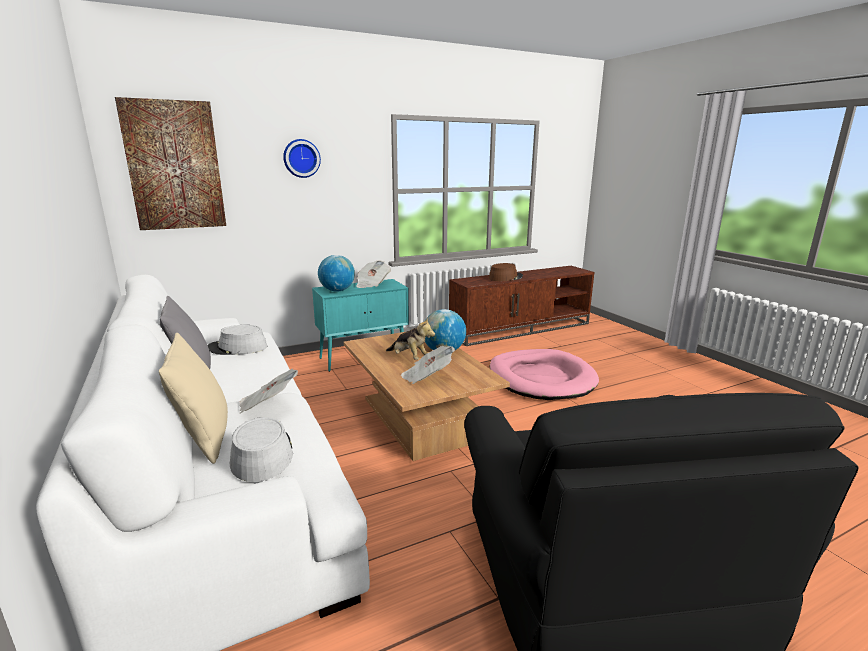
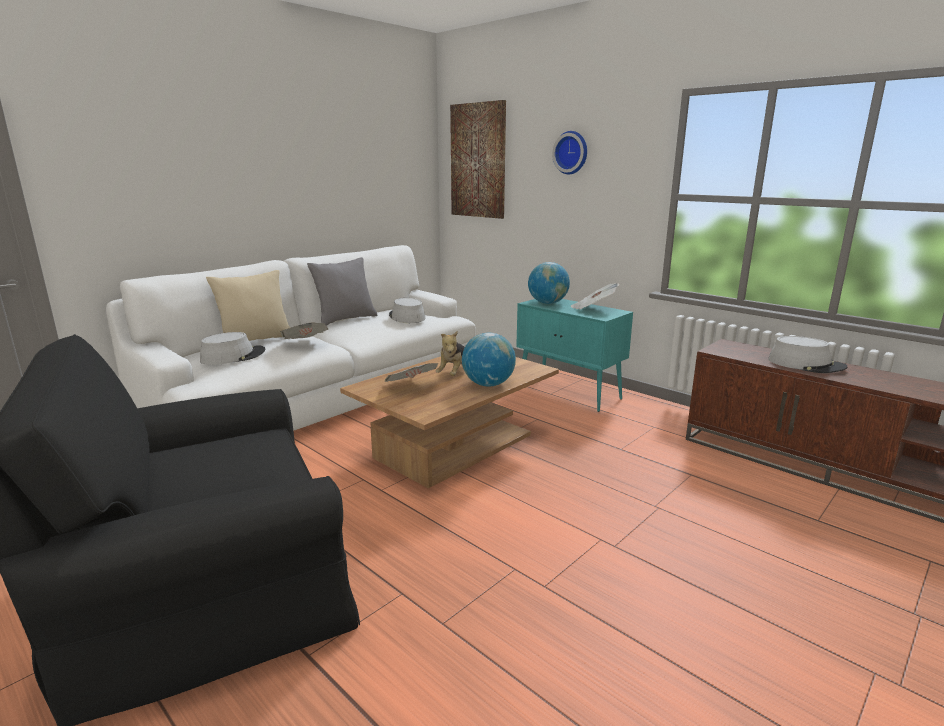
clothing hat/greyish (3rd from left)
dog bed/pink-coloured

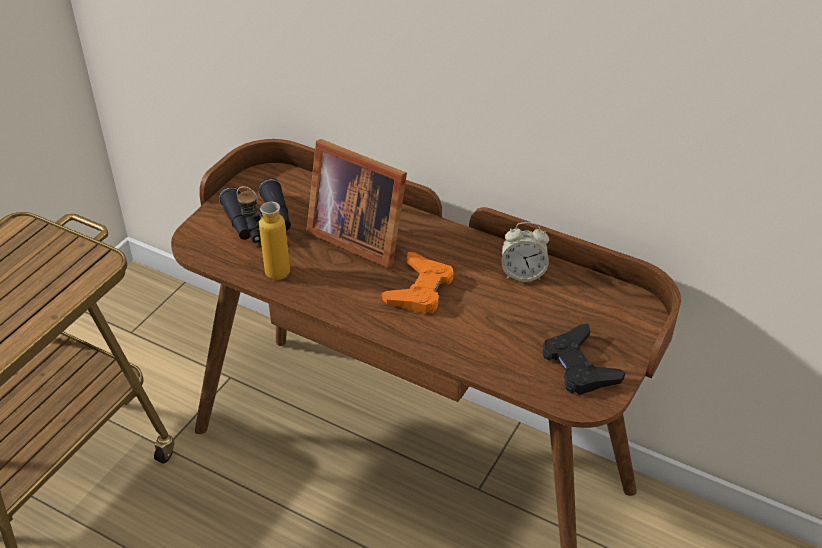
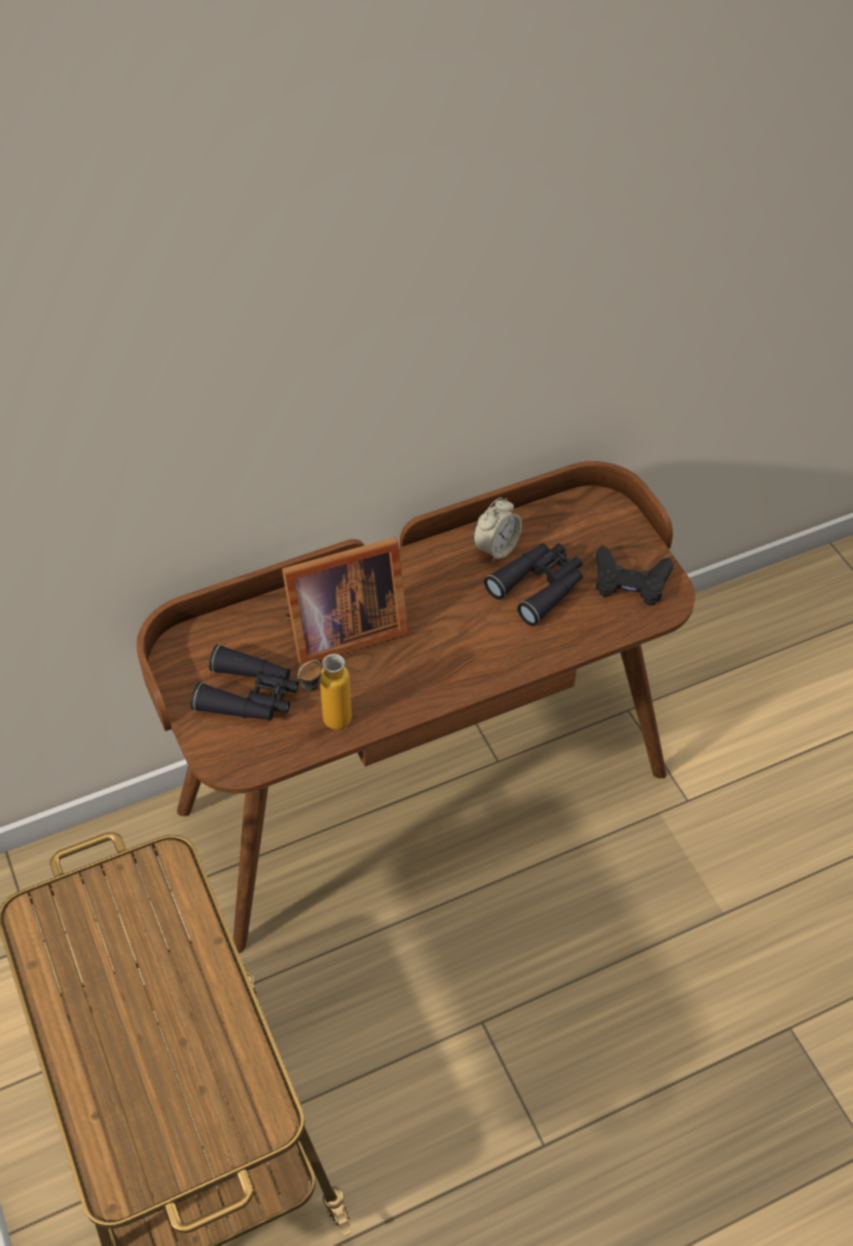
game controller/orangey
field glasses/black-coloured (2nd from left)

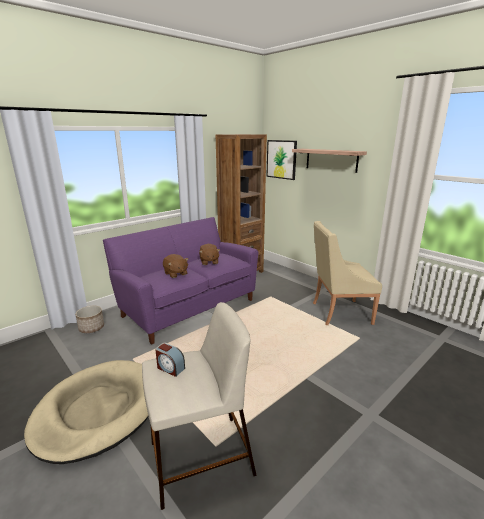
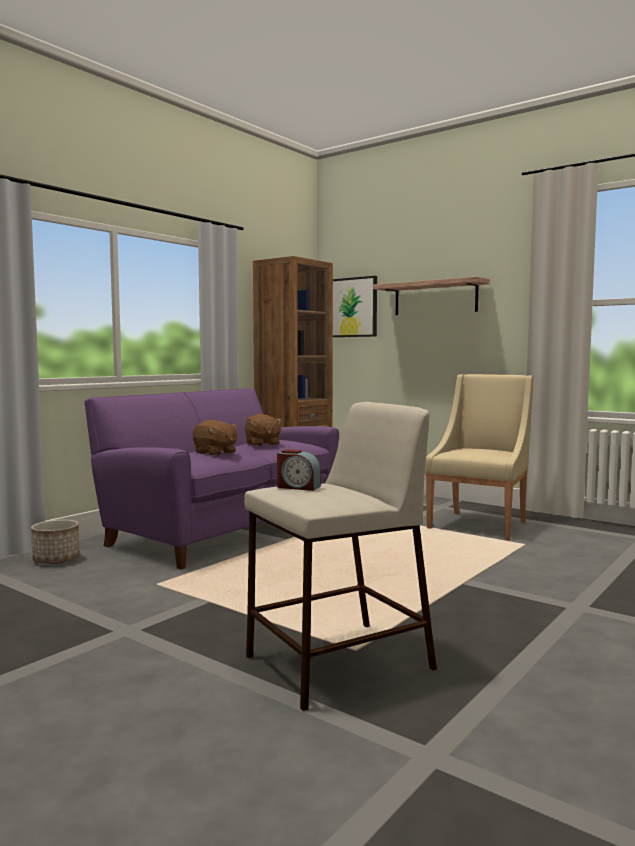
easy chair/beige-coloured
dog bed/beige-coloured

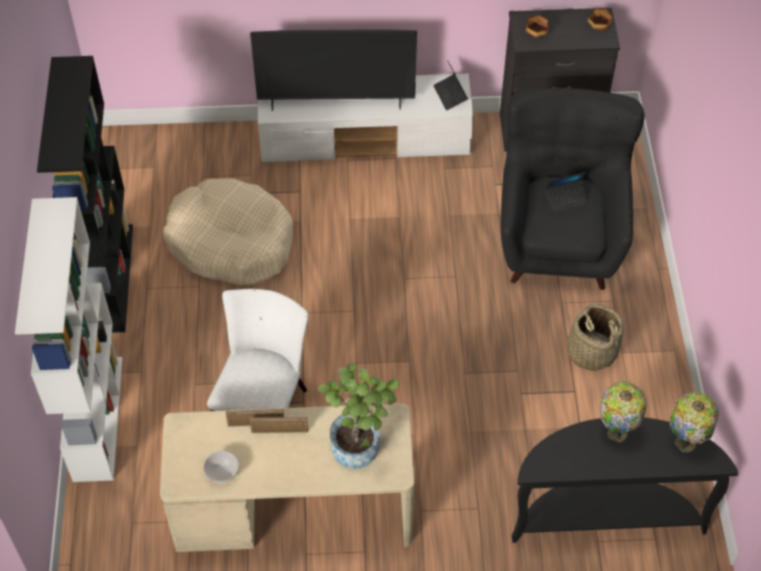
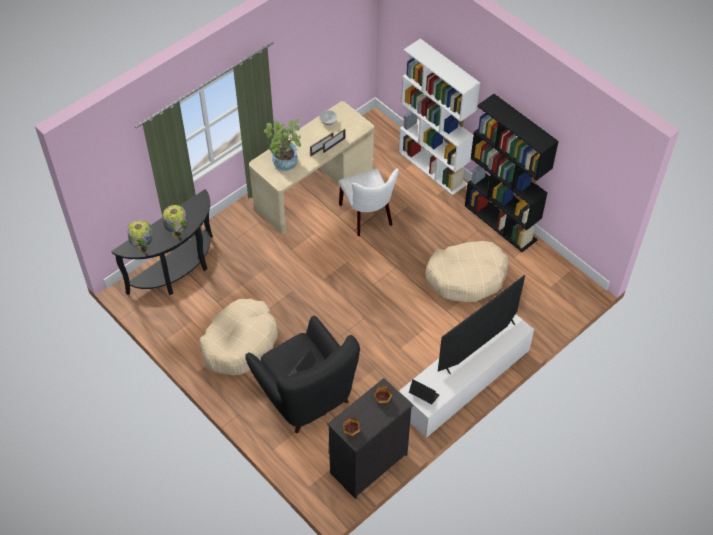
dog bed/beige-coloured (1st from left)

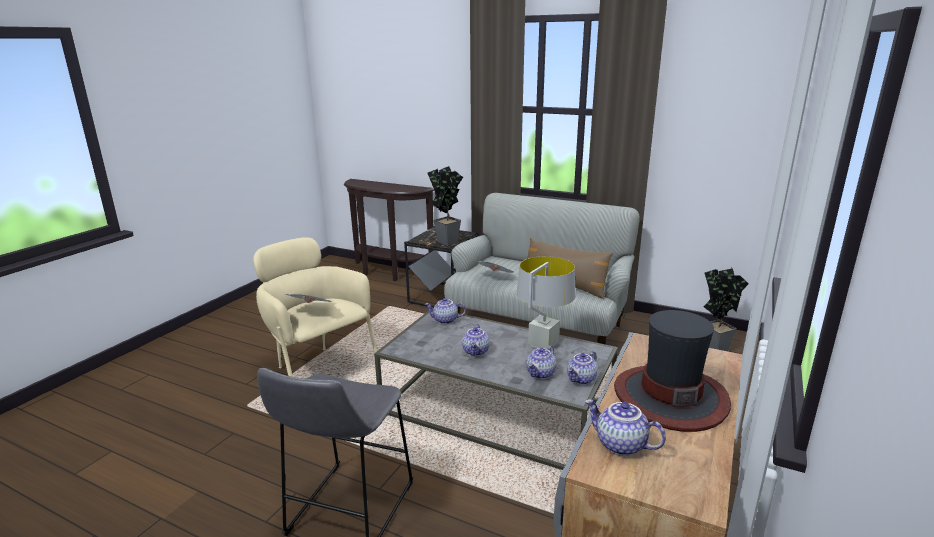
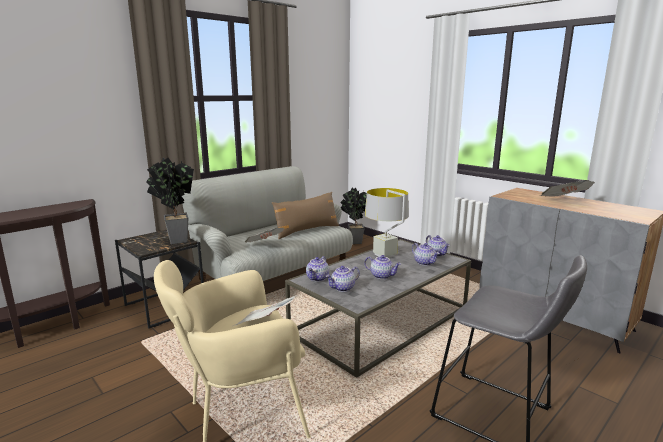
daily paper (3rd from left)
tea pot (2nd from left)

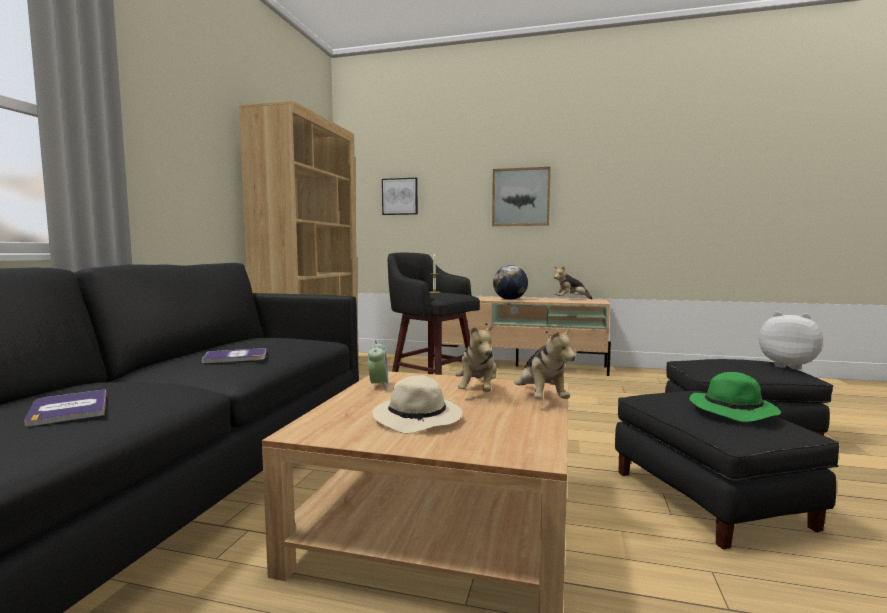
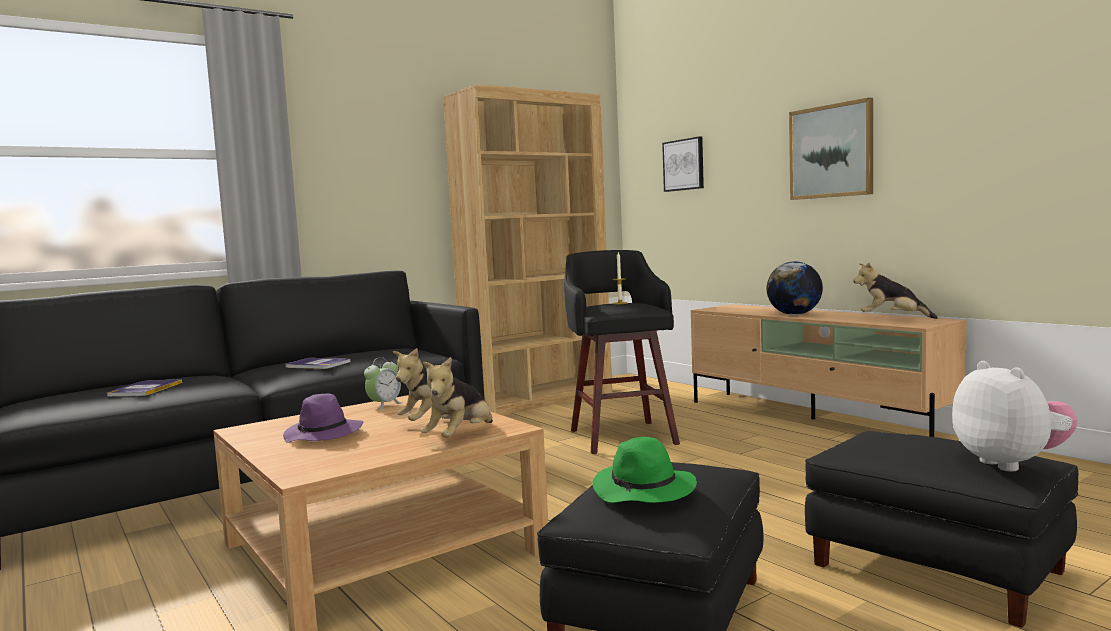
clothing hat/purple

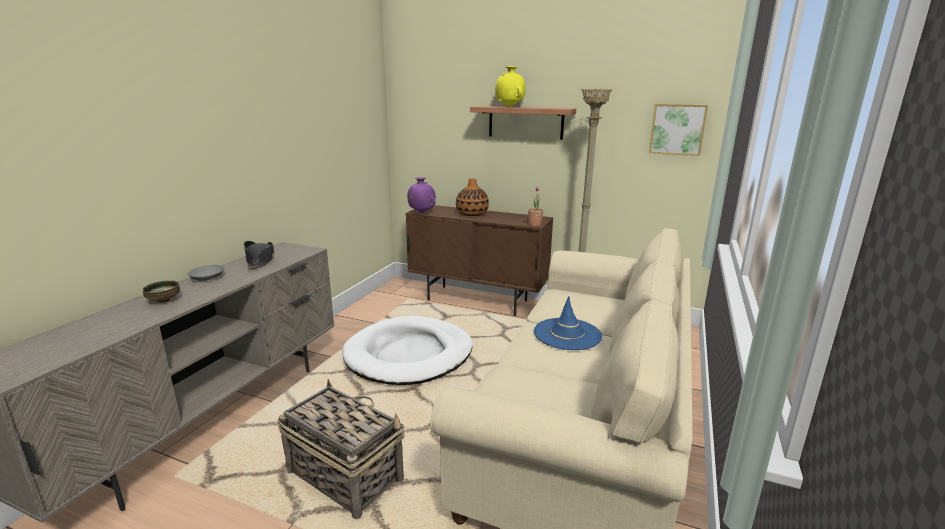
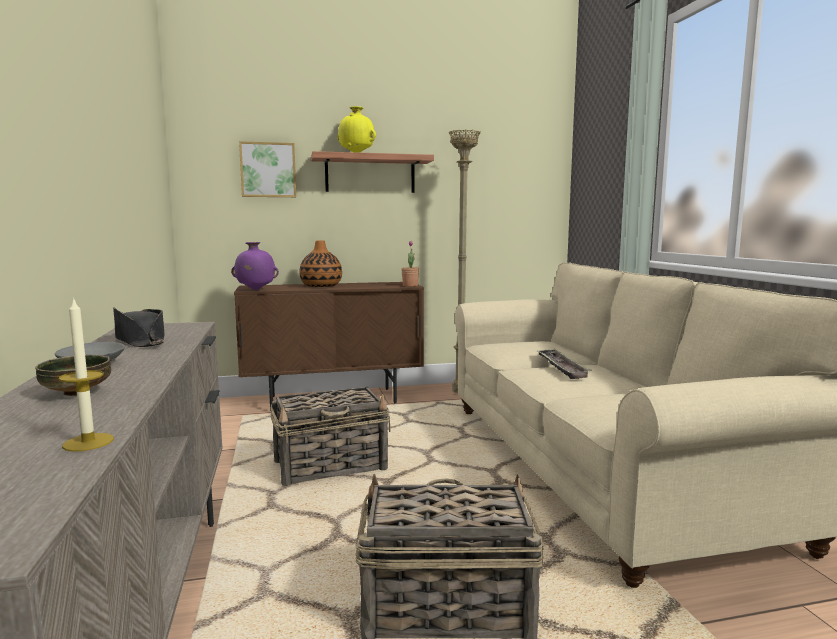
wall art
tray
storage basket (1st from left)
candle

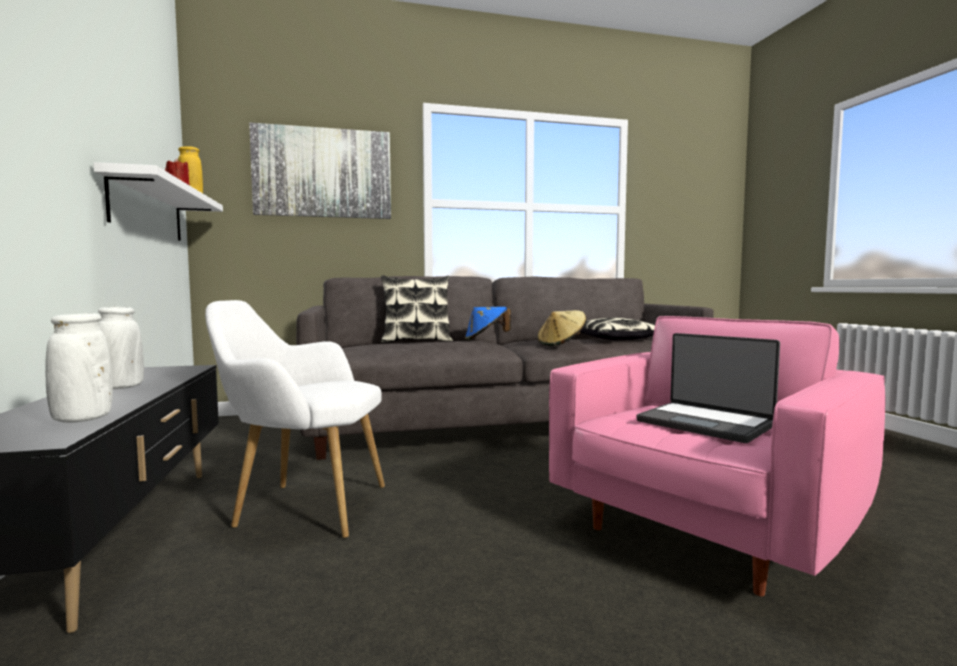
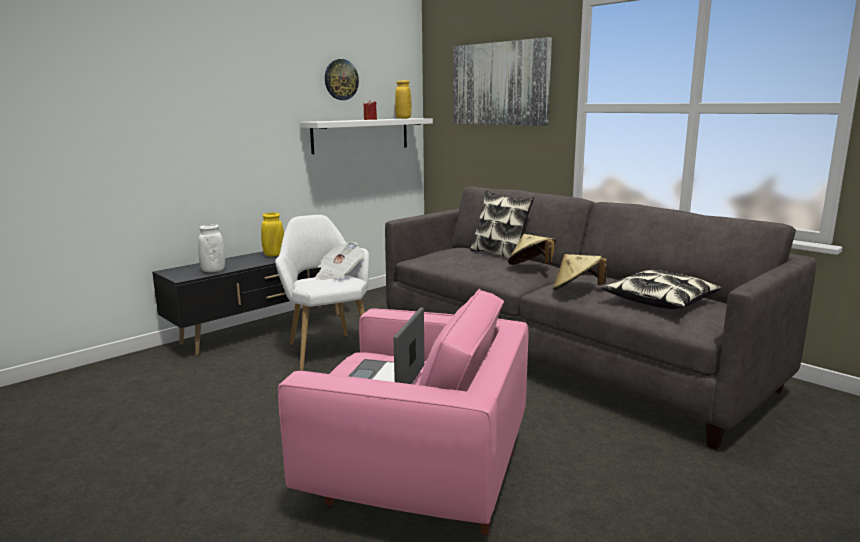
vase/yellow-coloured (1st from left)
clothing hat/beige-coloured (1st from left)
hanging clock
daily paper

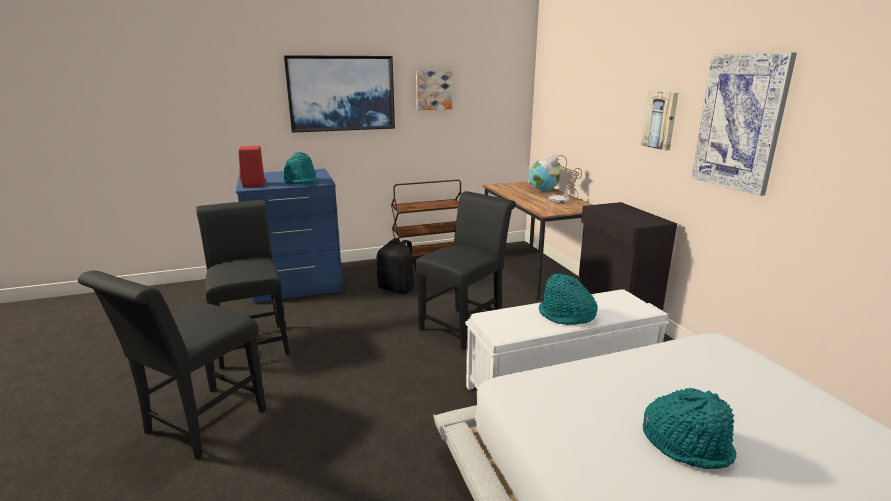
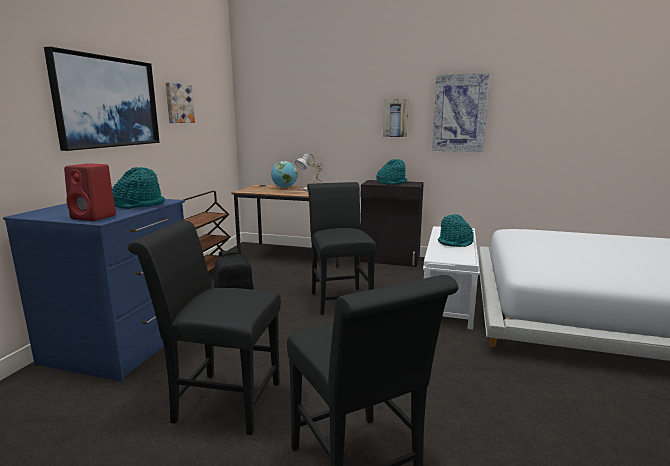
clothing hat/turquoise (2nd from left)

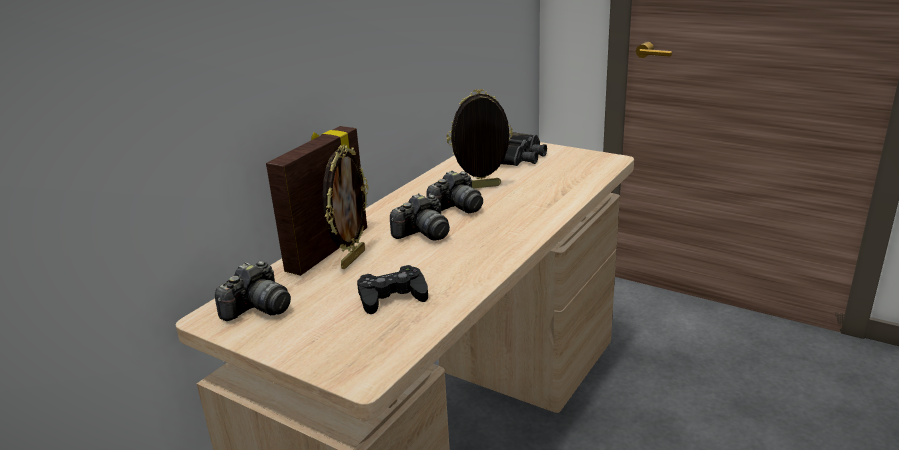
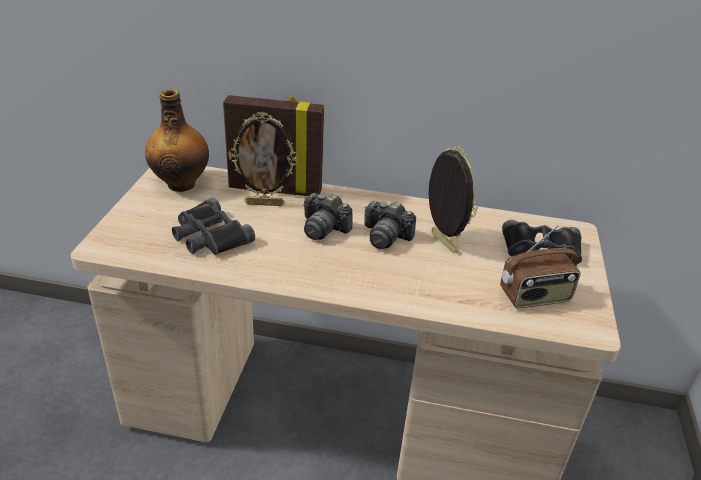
bottle
field glasses/black-coloured (1st from left)
radio receiver

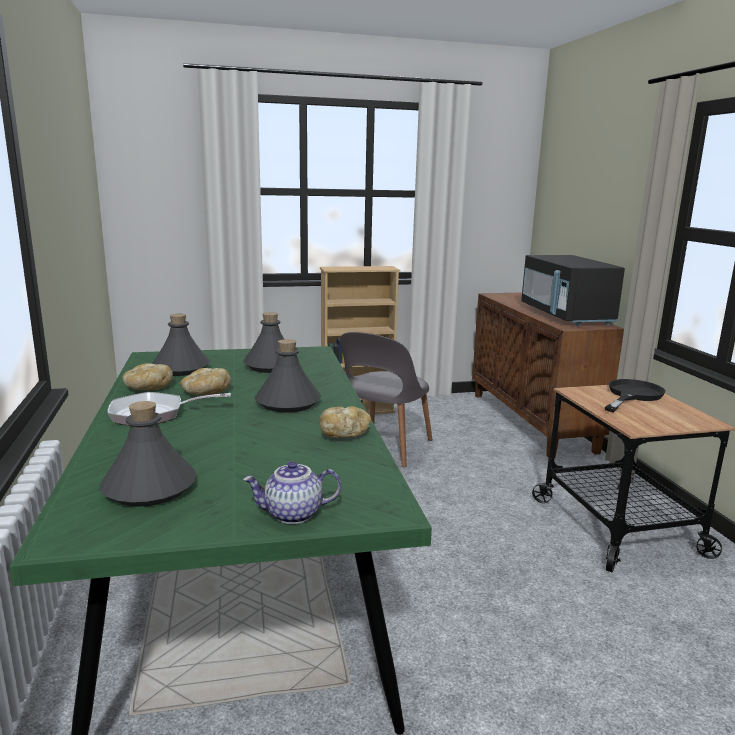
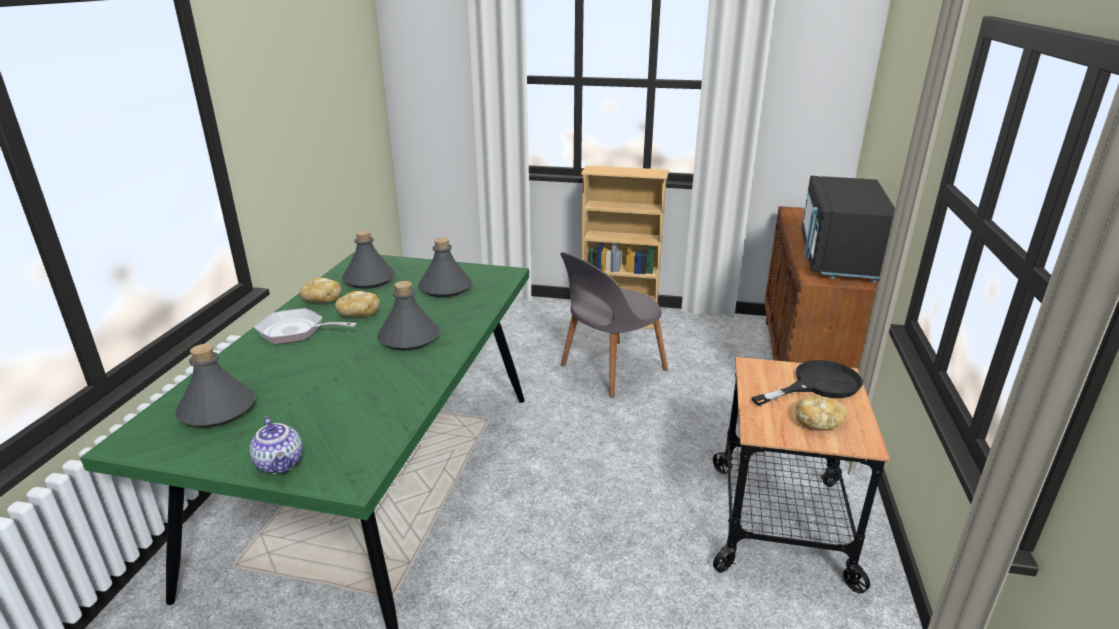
bread (3rd from left)
tea pot

